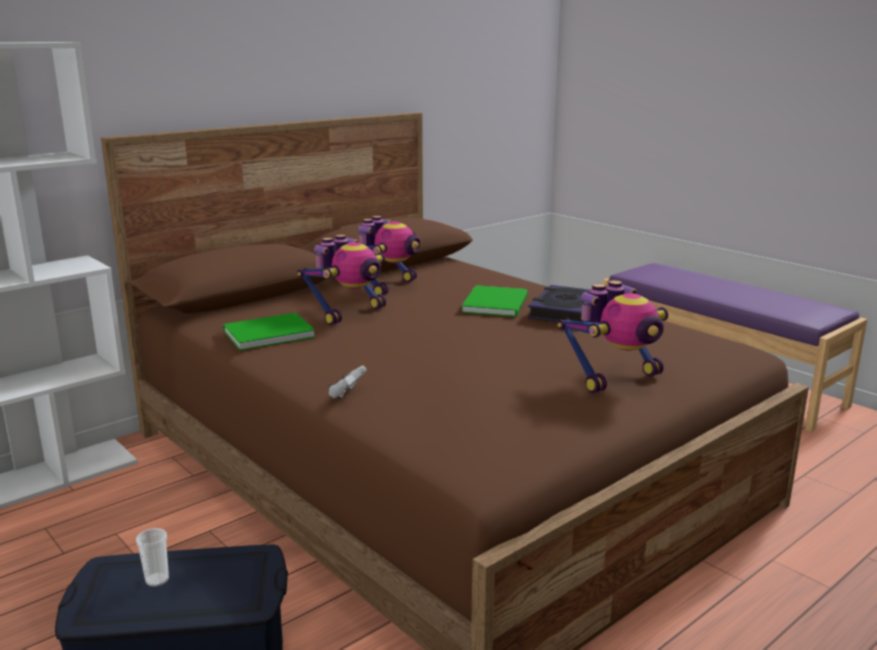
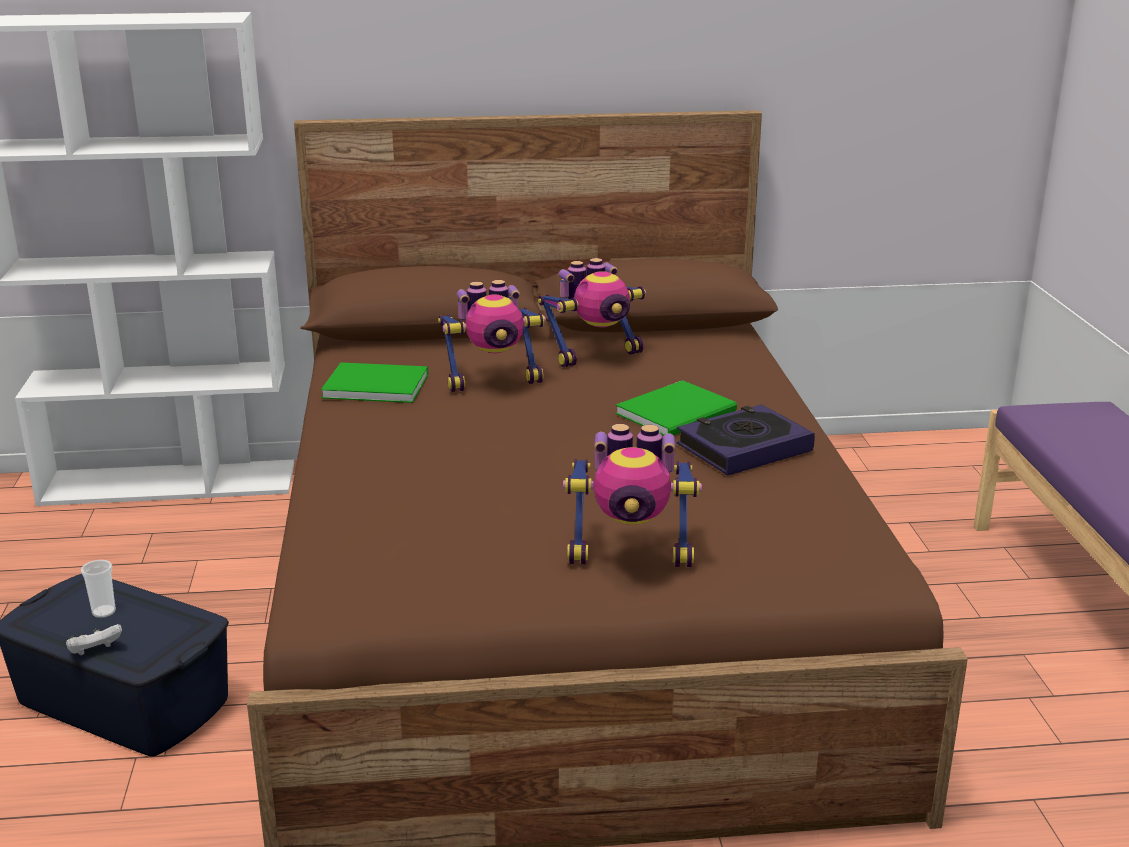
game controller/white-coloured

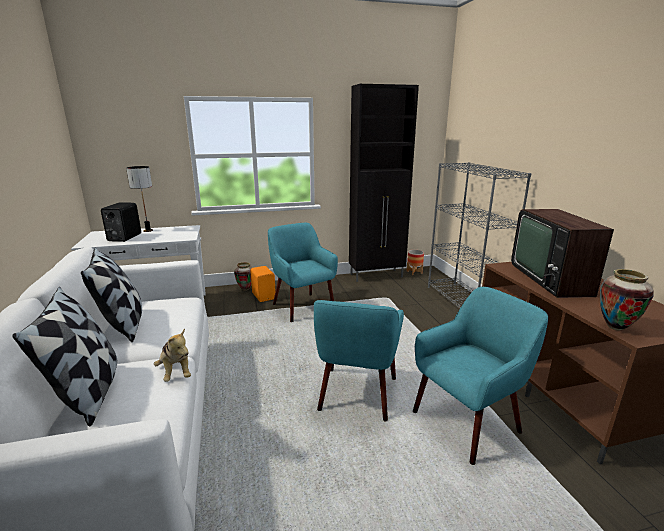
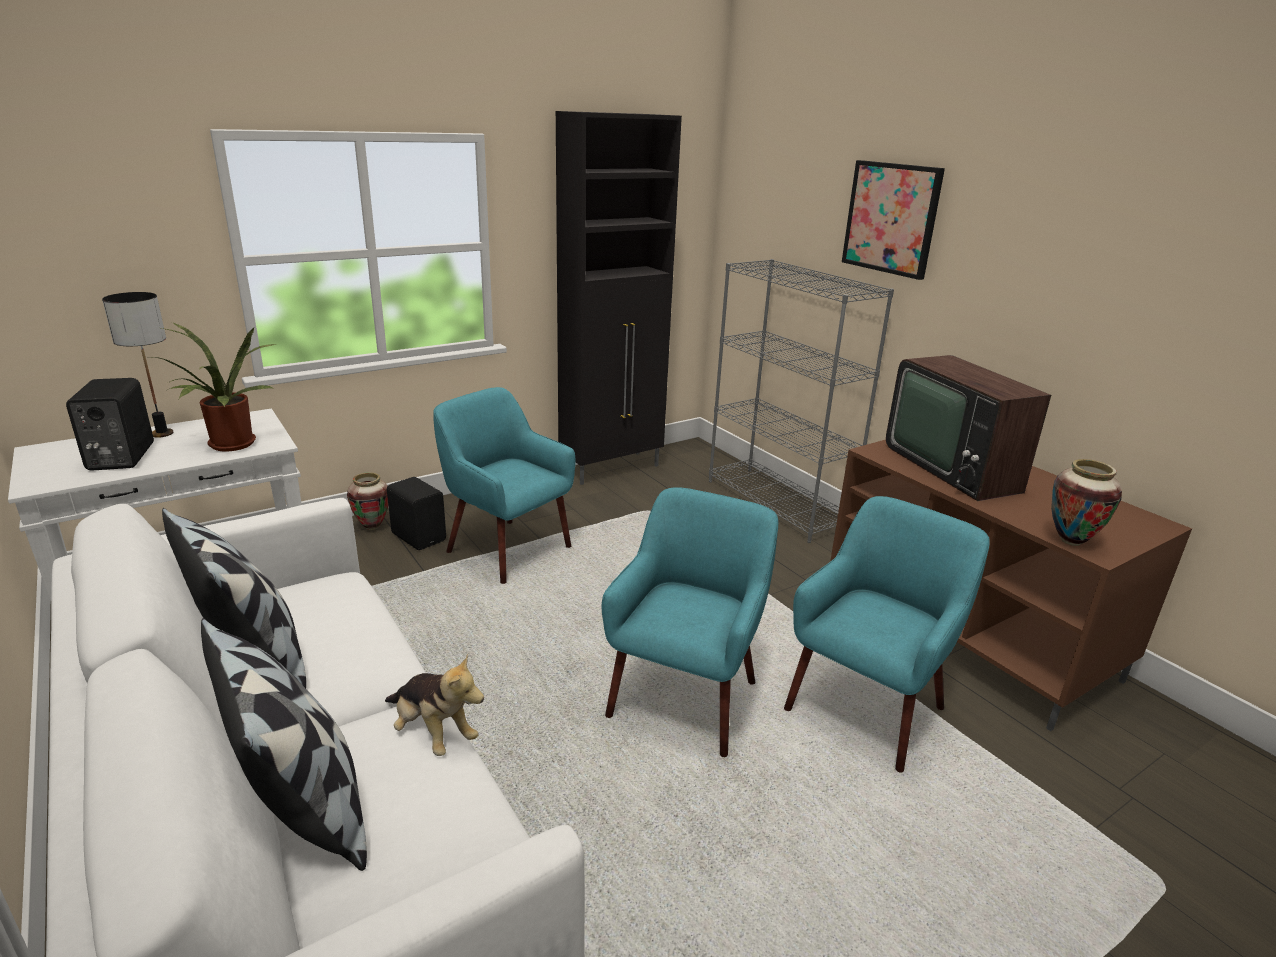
plant pot
audio speaker/black-coloured (2nd from left)
easy chair/turquoise (2nd from left)
wall art
houseplant

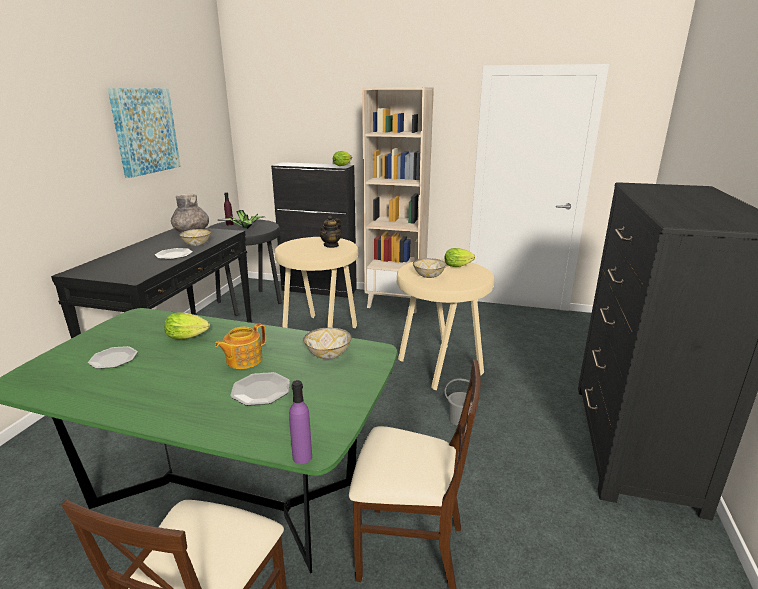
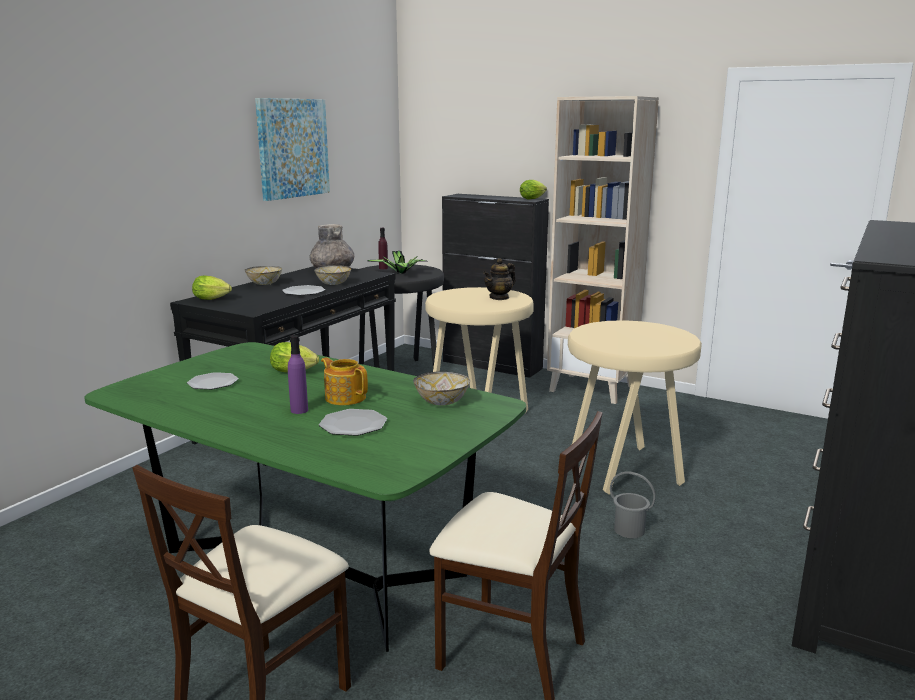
head of lettuce (1st from left)
bowl (1st from left)
tea pot (1st from left)
bottle/purple (1st from left)

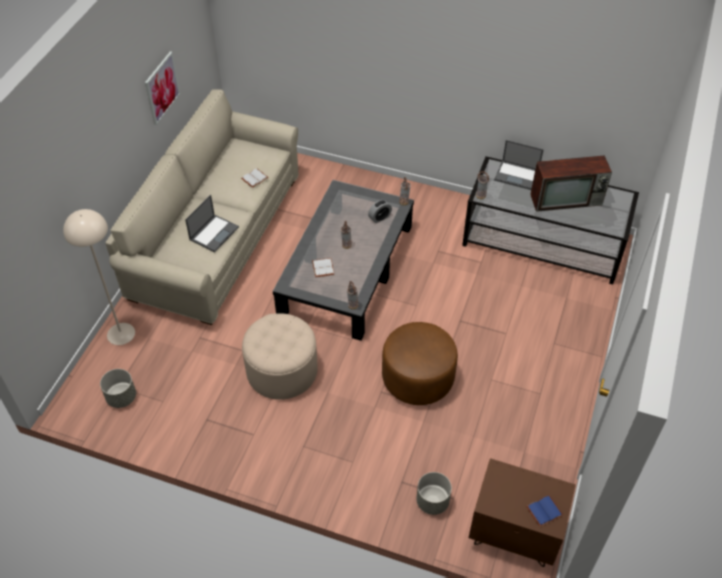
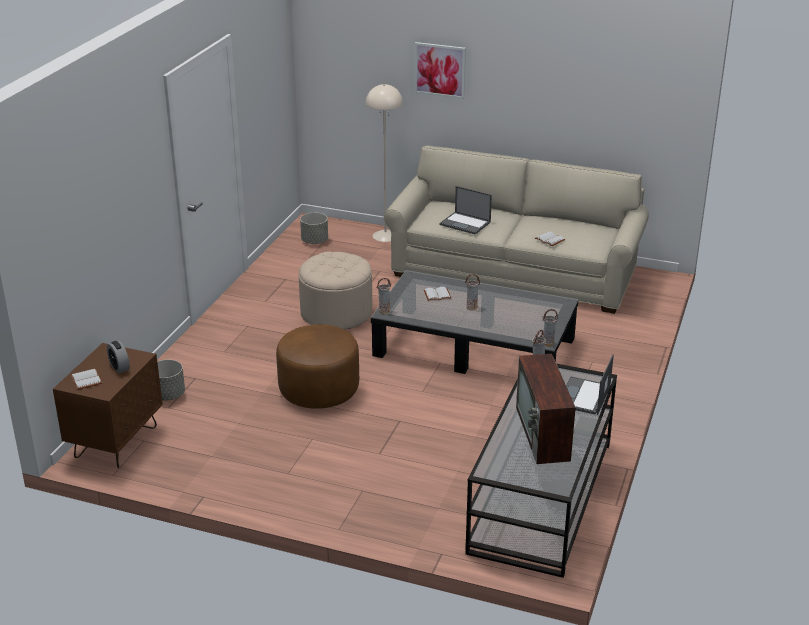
wall art
alarm clock
bound book/white-coloured (1st from left)

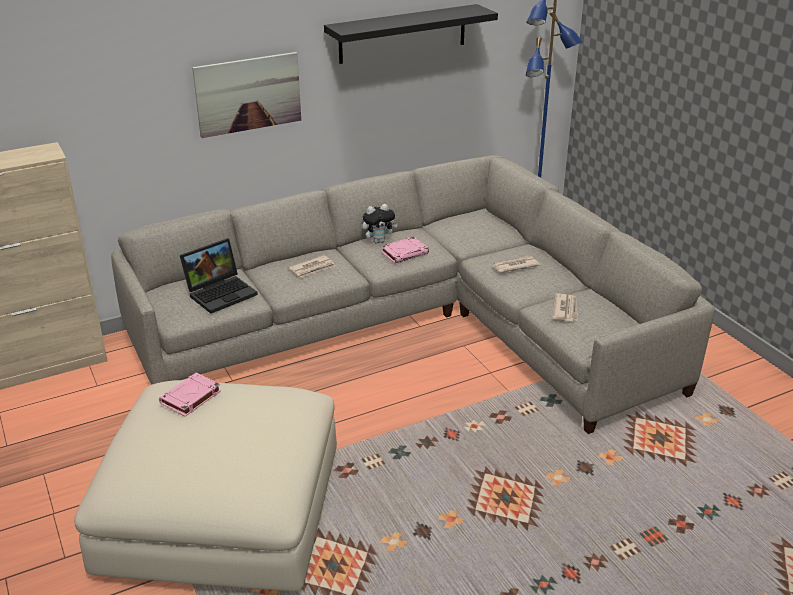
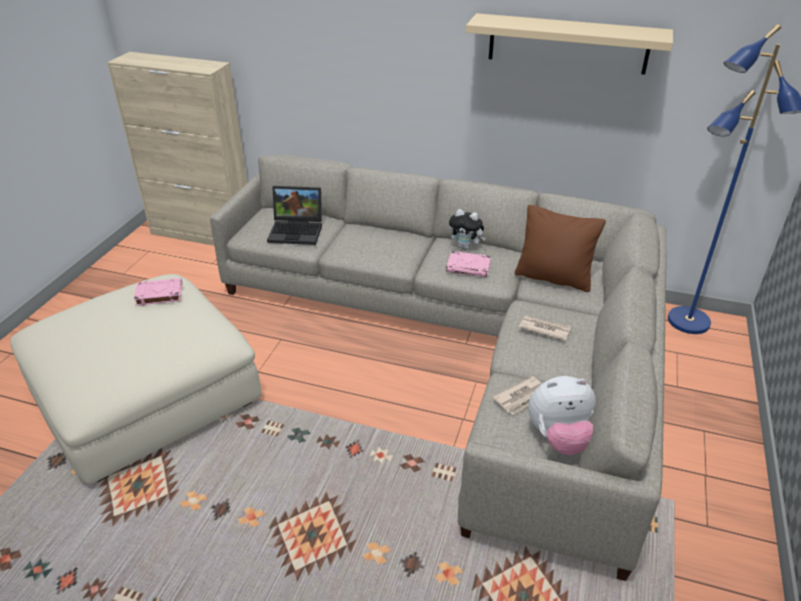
wall shelf/beige-coloured
wall art
daily paper (1st from left in the first image)
throw pillow/brown-coloured
plush toy (2nd from left)

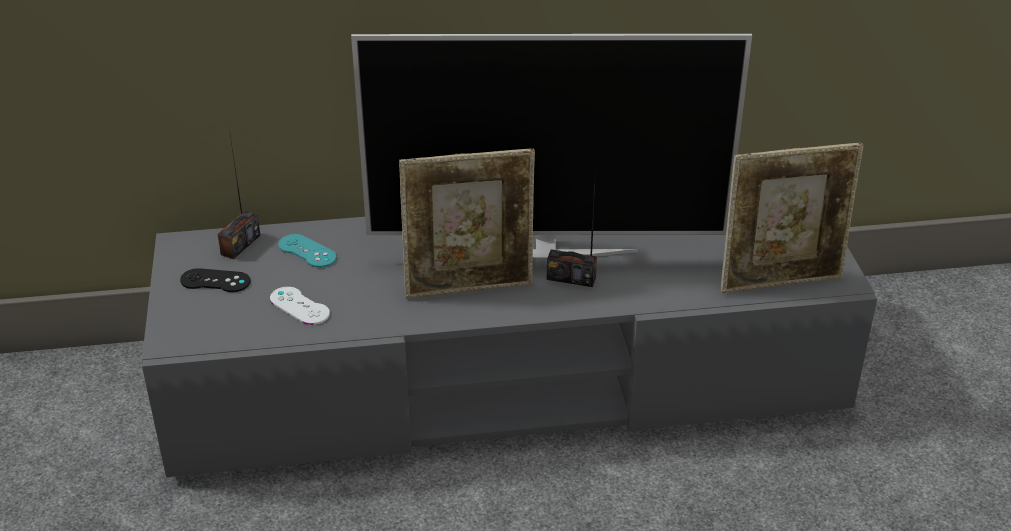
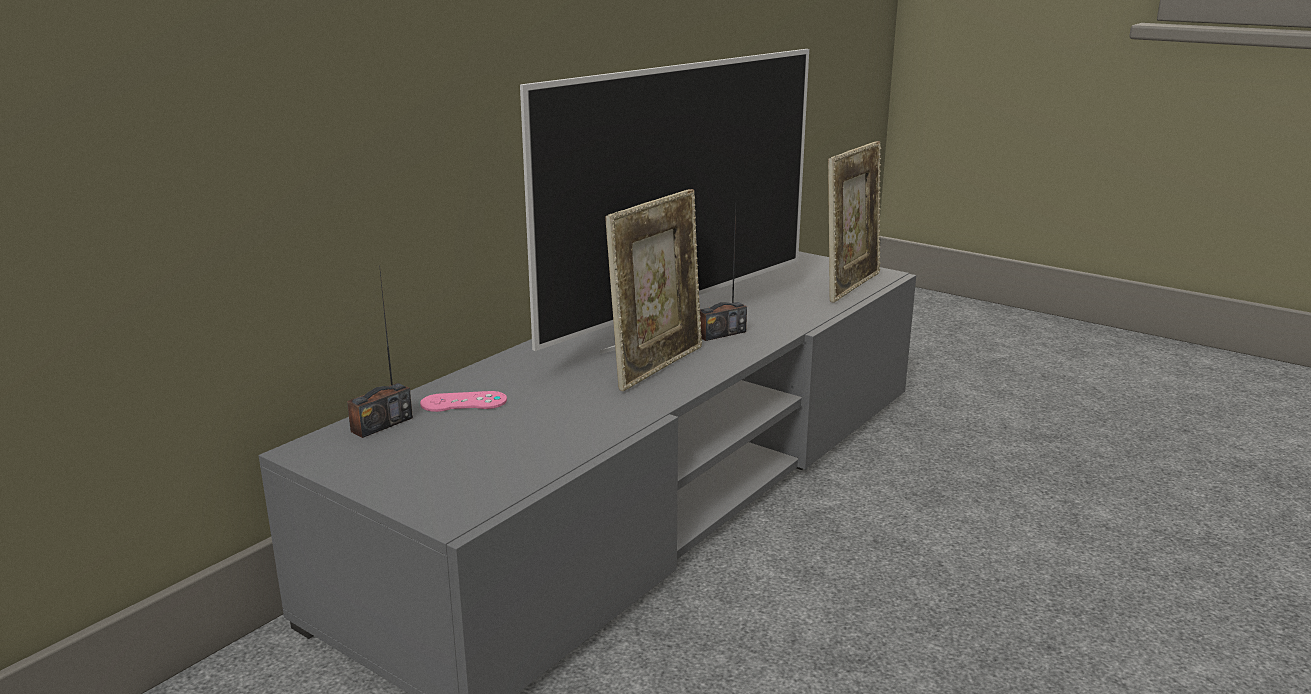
radio receiver (1st from left)
game controller/pink-coloured
game controller/black-coloured
game controller/white-coloured

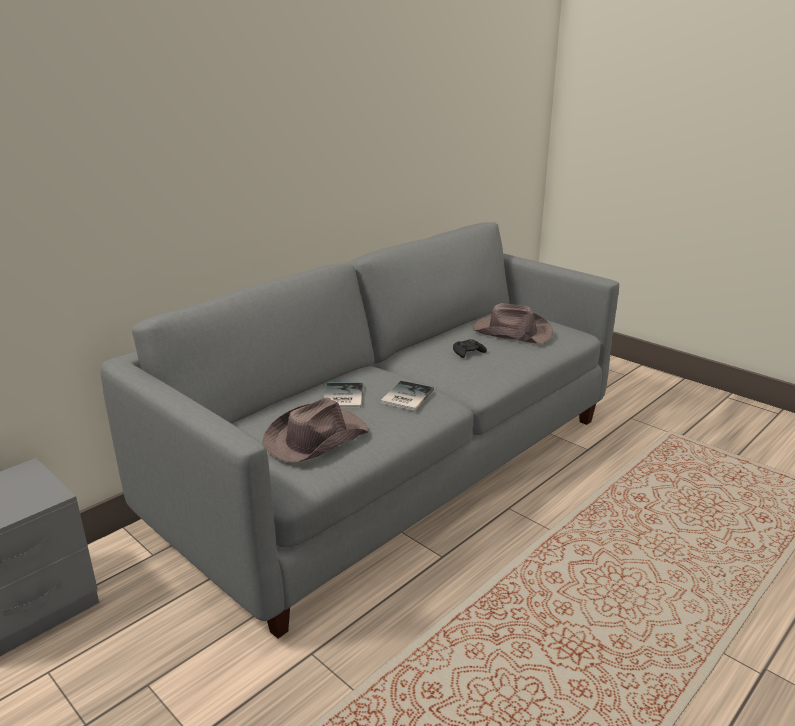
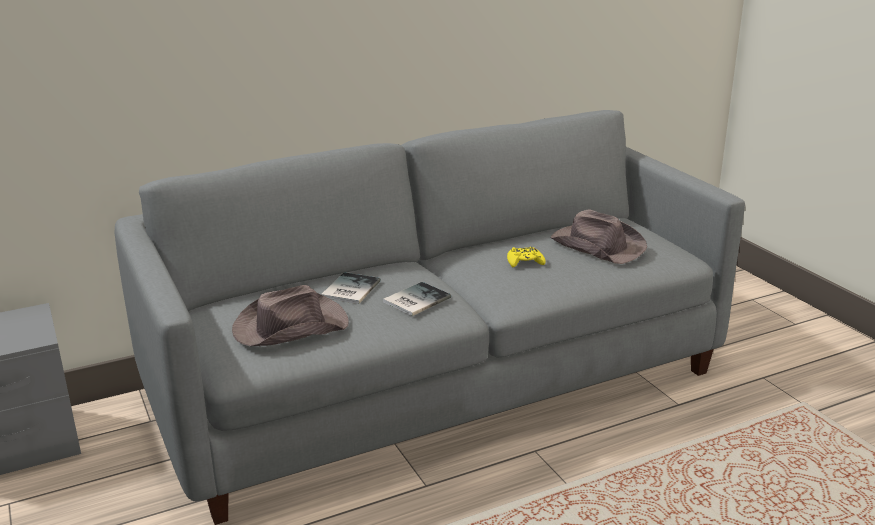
game controller/yellow-coloured

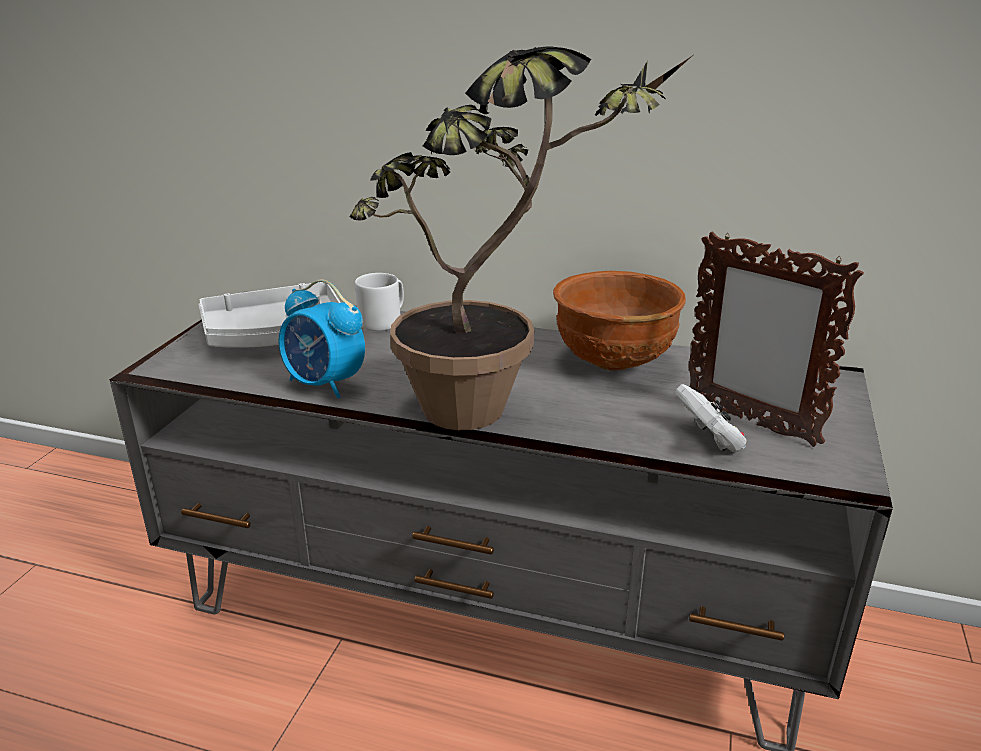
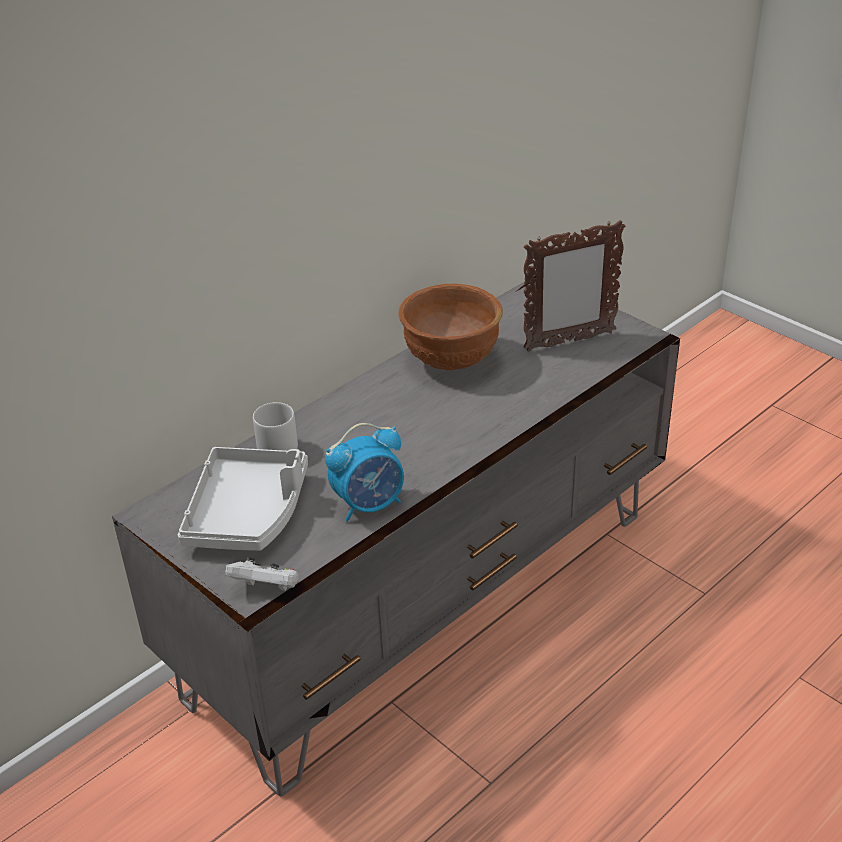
houseplant
game controller/white-coloured

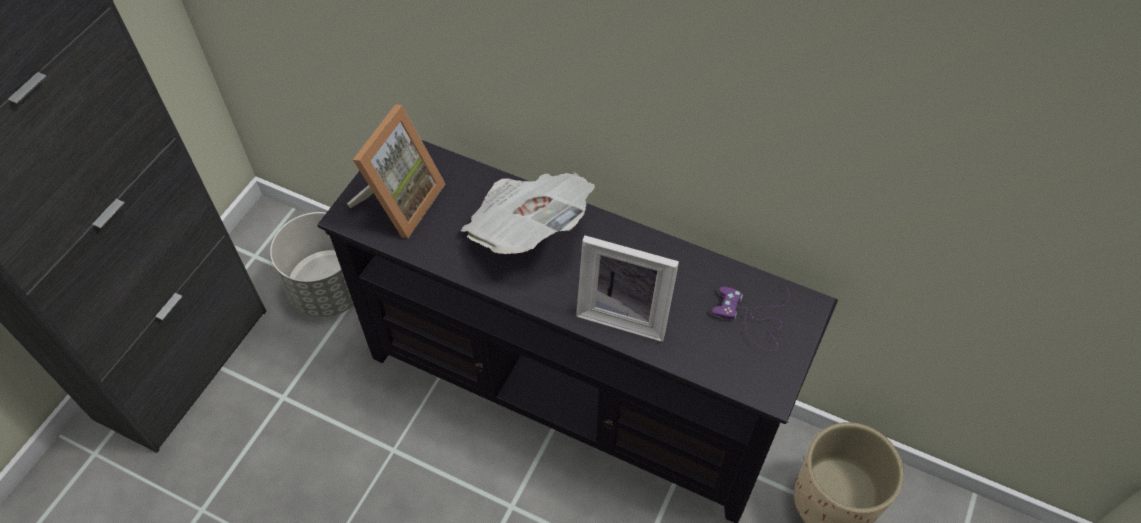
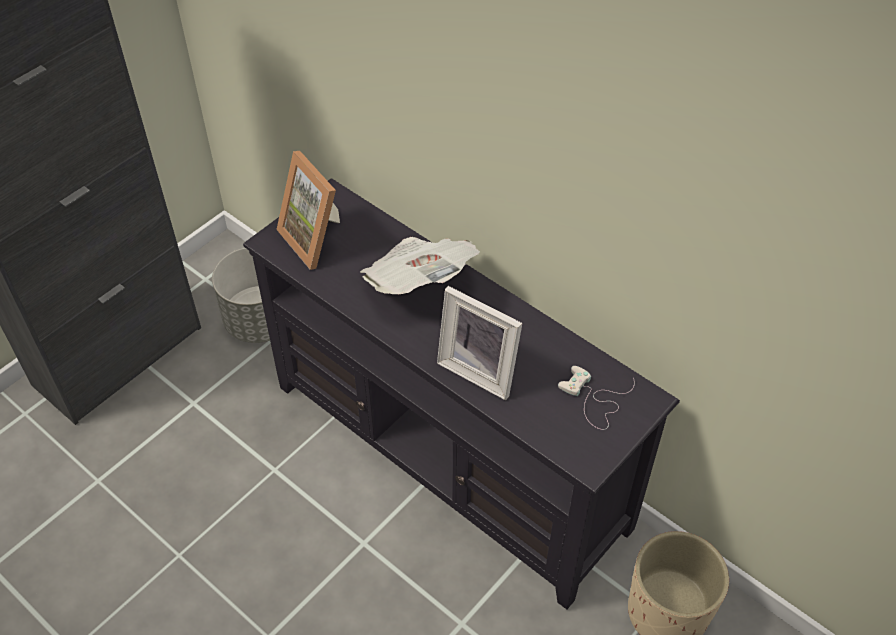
picture frame (1st from left)
game controller/white-coloured

